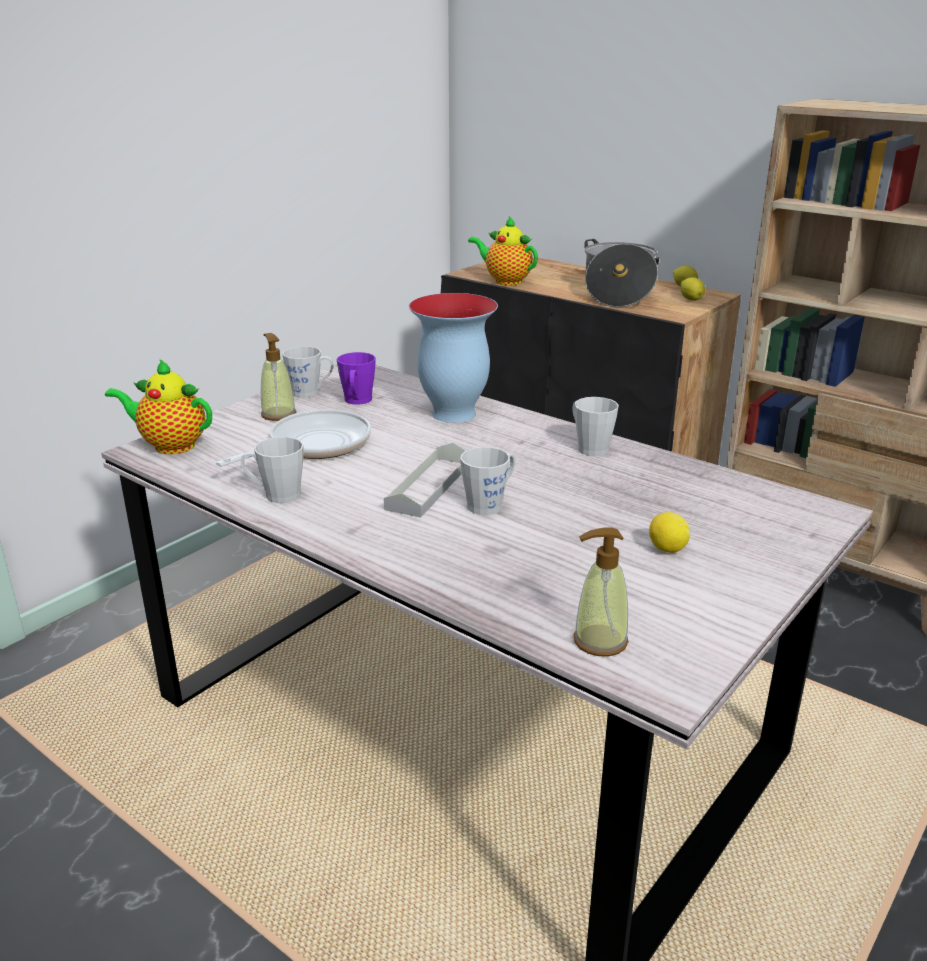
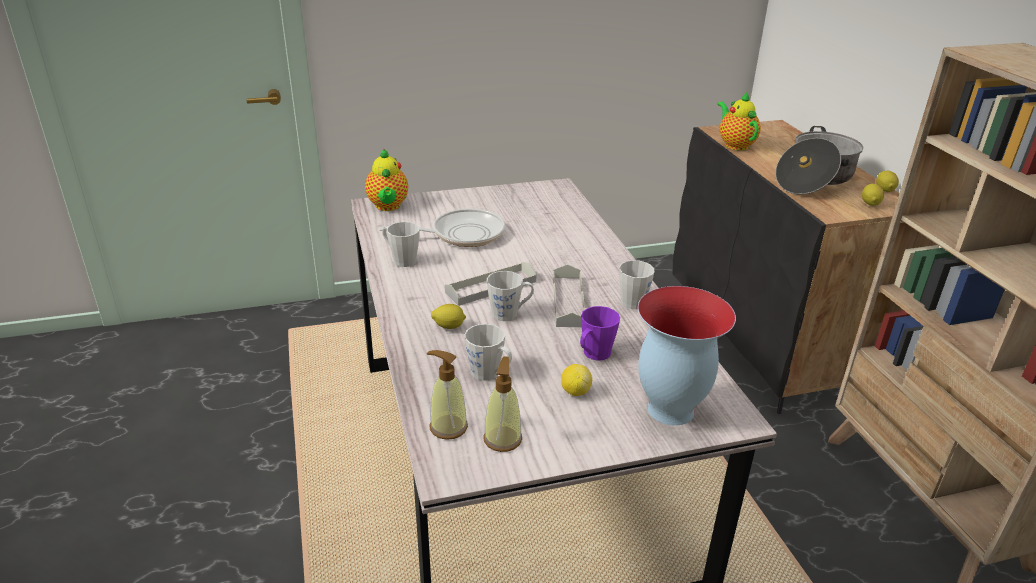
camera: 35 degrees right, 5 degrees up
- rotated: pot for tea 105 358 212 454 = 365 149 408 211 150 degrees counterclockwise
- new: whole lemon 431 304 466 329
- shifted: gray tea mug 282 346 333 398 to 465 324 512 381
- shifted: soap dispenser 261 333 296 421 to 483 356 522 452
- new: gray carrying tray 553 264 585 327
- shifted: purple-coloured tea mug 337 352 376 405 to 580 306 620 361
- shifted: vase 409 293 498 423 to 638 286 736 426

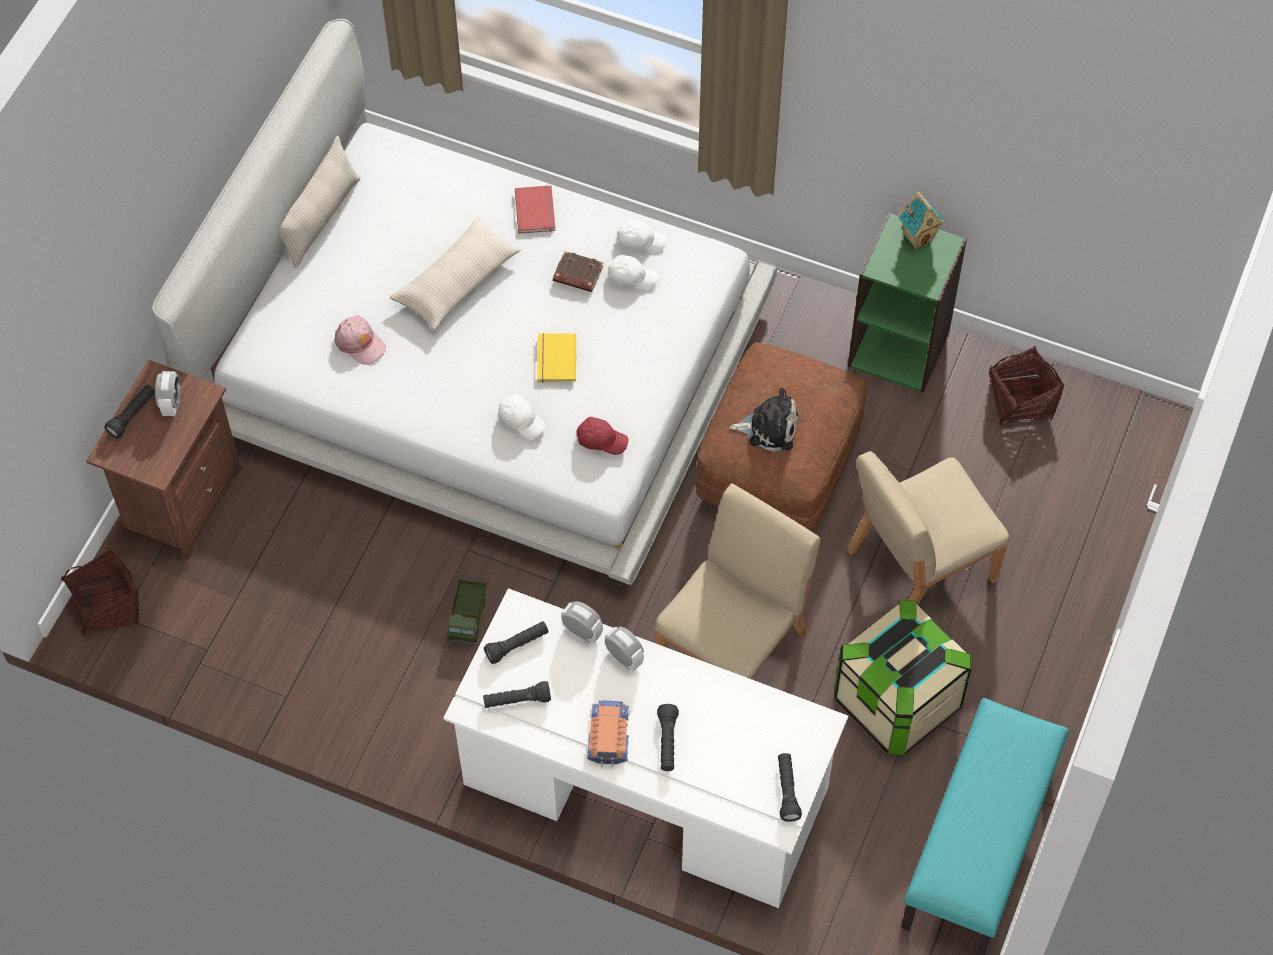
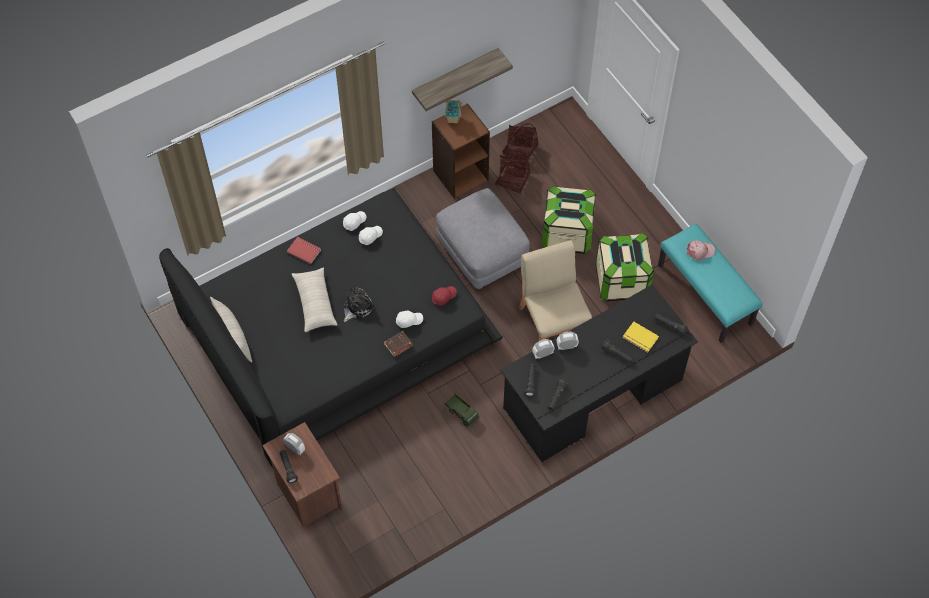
camera: 55 degrees left, 0 degrees up
- repainted: whitish bedroom bed 152 19 777 585 to black bedroom bed 159 188 503 469
- shifted: cuddly toy 730 388 798 452 to 344 287 375 322
- shifted: brown book 553 251 603 292 to 384 331 413 357
- new: wall shelf 412 48 513 111
- repainted: green-coloured bookshelf 848 212 967 393 to brown bookshelf 432 103 490 198
- repainted: brown footrest 696 342 866 532 to gray footrest 436 188 530 289
- shifted: basket 61 549 139 636 to 495 152 530 194
- repainted: whitish desk unit 444 588 848 908 to black desk unit 500 284 698 463
- swapped: beige plain chair 847 451 1010 605 to storage box 542 186 596 254
- shifted: yellow book 537 333 576 383 to 622 322 659 353
- shifted: pink baseball cap 334 316 386 365 to 686 241 715 260
- gone: model truck 587 700 630 768

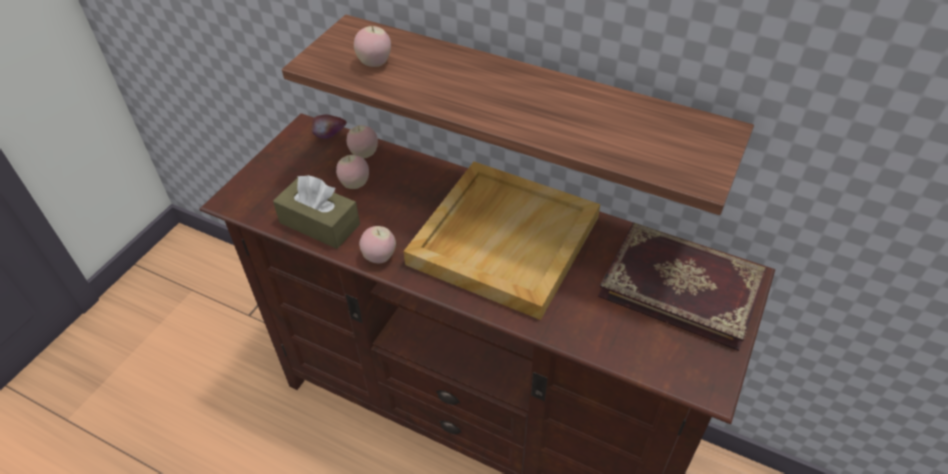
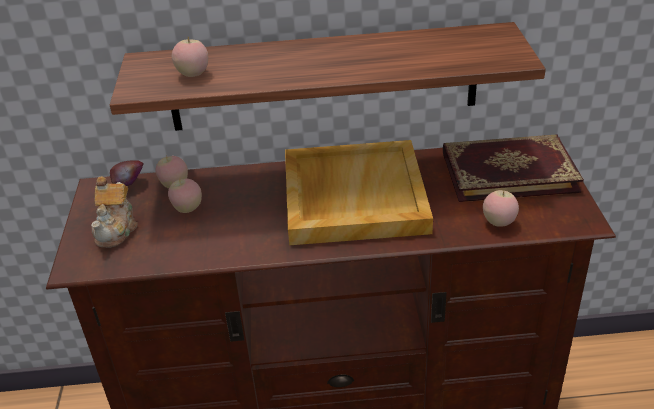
camera: 30 degrees left, 10 degrees down
- new: pot for tea 91 176 138 248
- shifted: apple fruit 359 226 396 263 to 483 190 519 227
- gone: brown tissue holder 273 175 360 249

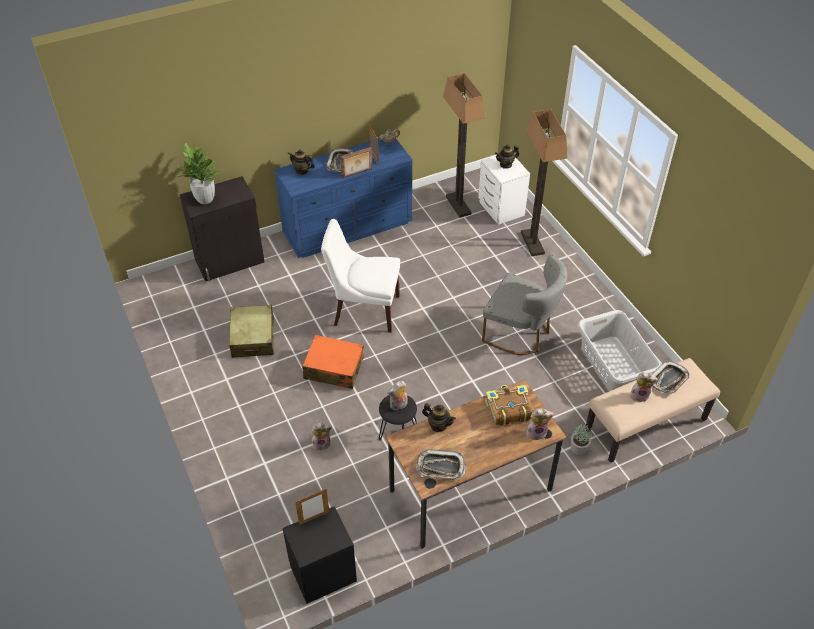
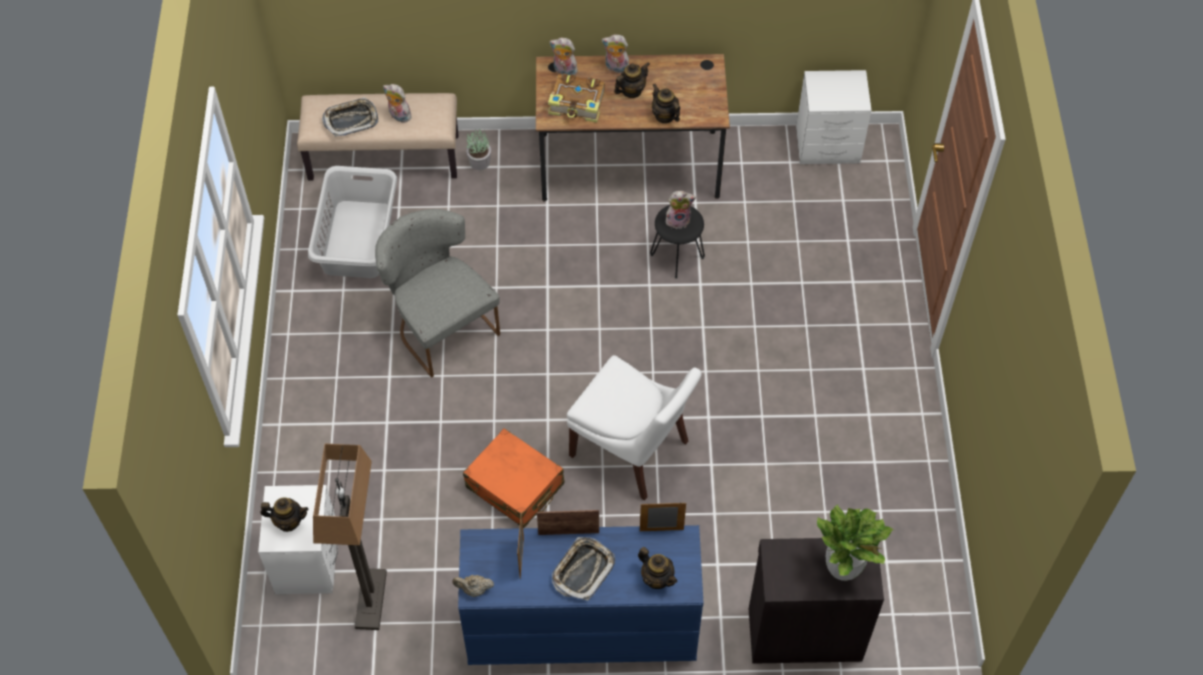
camera: 155 degrees left, 10 degrees up
- shifted: orange piece of luggage 302 335 364 389 to 463 428 565 528
- shifted: cuddly toy 311 423 332 451 to 601 35 629 73
- new: pot for tea 614 62 650 98
- shifted: standing frame 295 489 329 525 to 640 503 686 531
- repainted: black bedside table 282 506 357 604 to whitish bedside table 796 70 872 164
- gone: beige piece of luggage 229 305 275 358
- gone: carrying tray 416 450 466 480
- gone: floor lamp 521 109 567 256

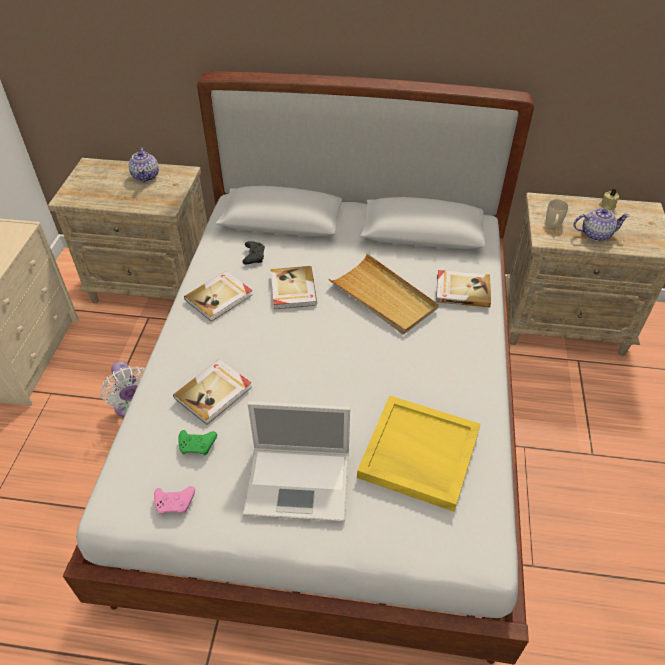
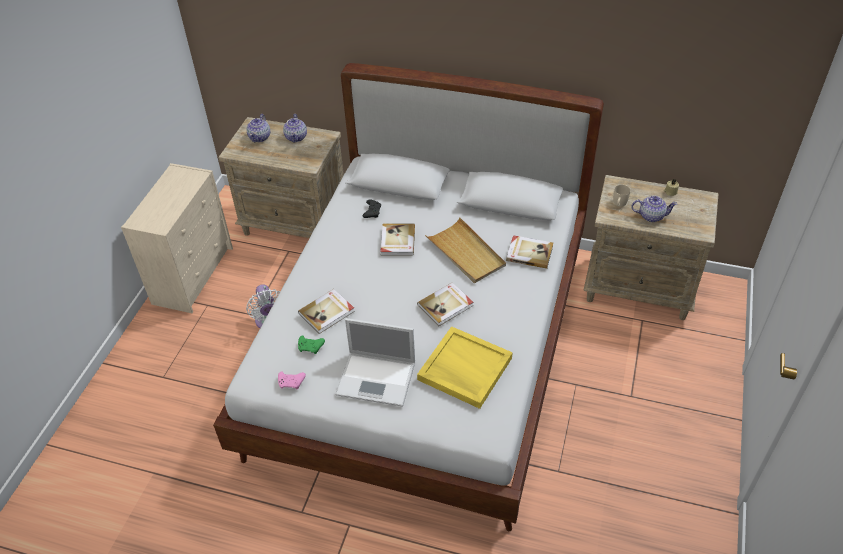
camera: 10 degrees right, 0 degrees up
- new: pot for tea 246 114 270 142
- shifted: book 184 271 253 322 to 417 283 473 326

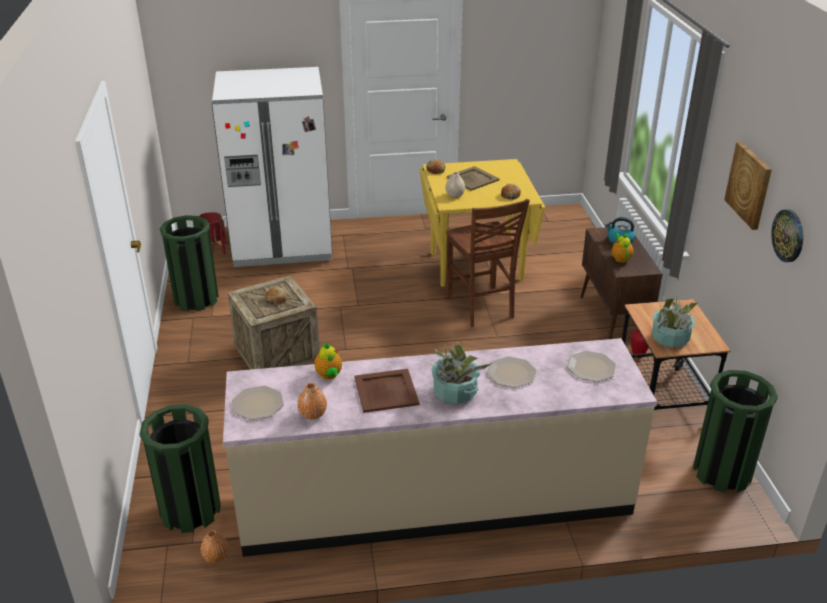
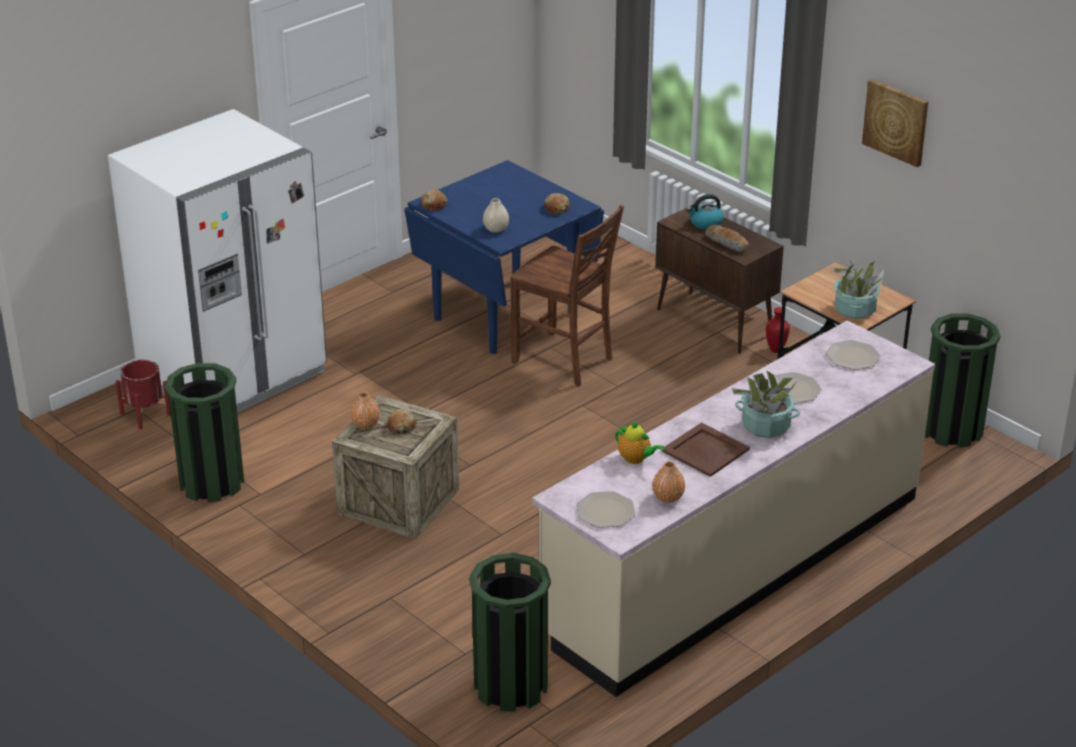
camera: 35 degrees left, 0 degrees up
- shifted: orange vase 201 530 229 563 to 351 392 380 429
- repainted: yellow dinner table 419 159 545 287 to blue-coloured dinner table 404 160 604 354
- swapped: pot for tea 612 233 633 263 to bakery bread 705 225 749 252
- gone: beige carrying tray 447 166 499 191
- gone: clock on the wall 771 209 803 262

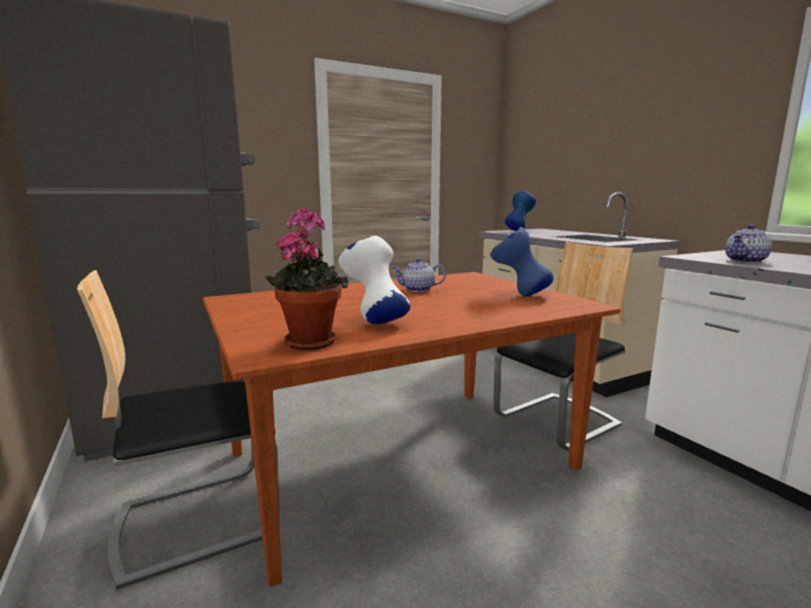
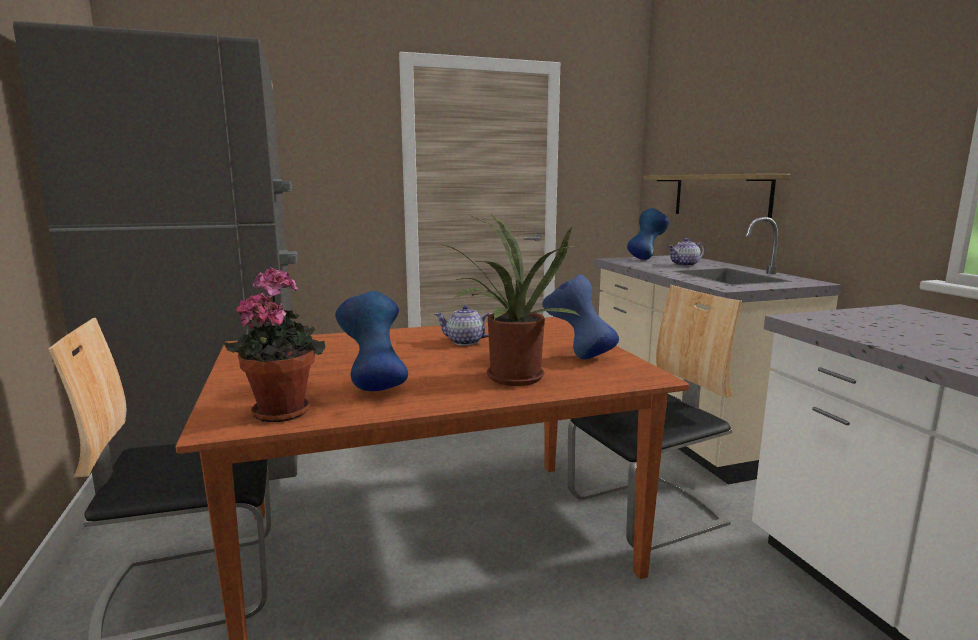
camera: 10 degrees right, 0 degrees up
- repainted: whitish vase 338 236 411 324 to blue-coloured vase 335 291 408 391
- new: potted plant 444 215 582 386
- new: wall shelf 643 174 790 219
- shifted: pot for tea 725 225 772 263 to 668 238 705 266

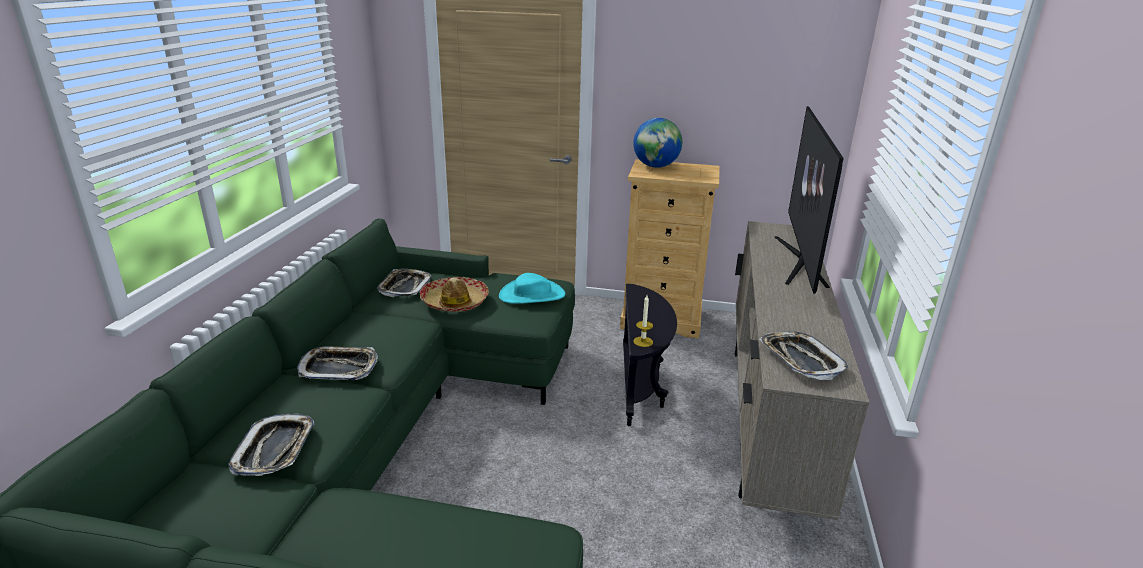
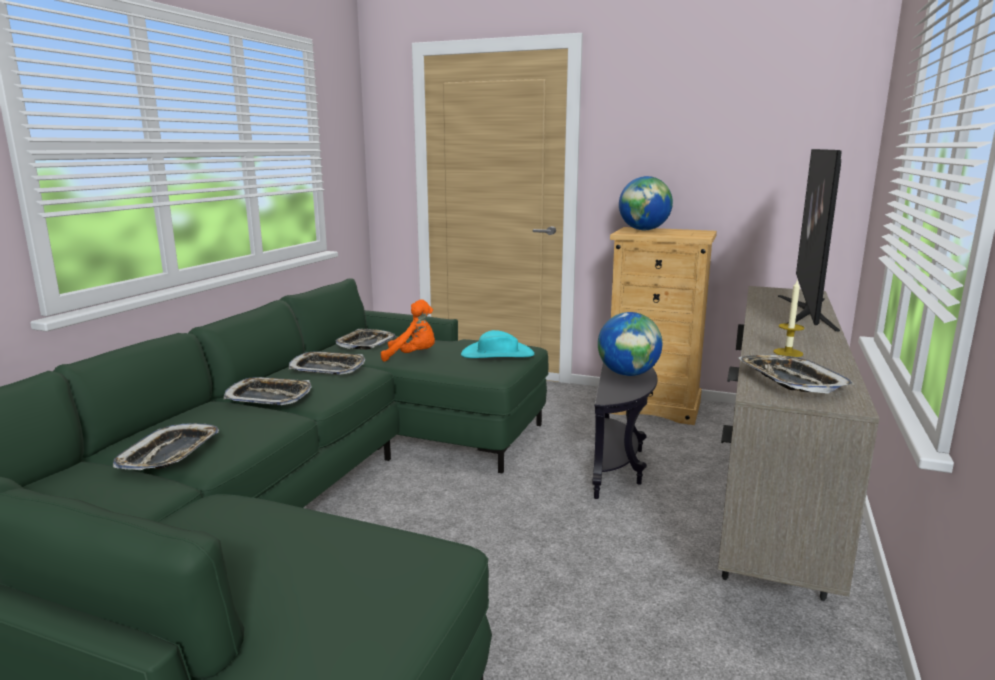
camera: 10 degrees right, 10 degrees down
- new: carrying tray 289 351 365 374
- swapped: clothing hat 420 277 489 312 to orange cuddly toy 381 299 435 362
- new: world globe 598 312 662 376
- shifted: candle 633 296 653 347 to 773 279 804 357

